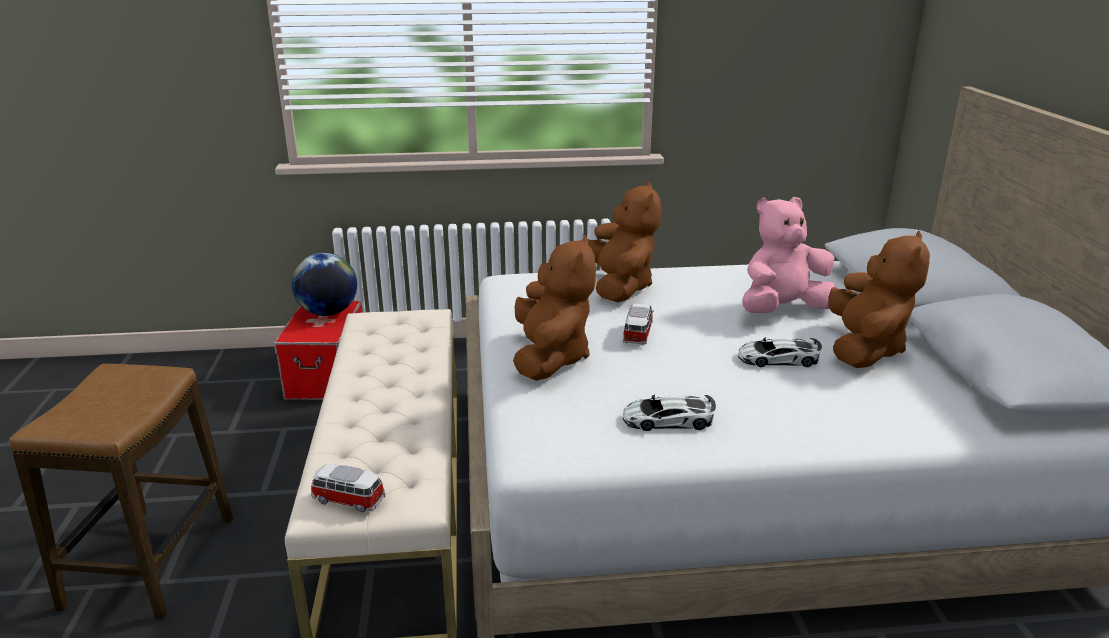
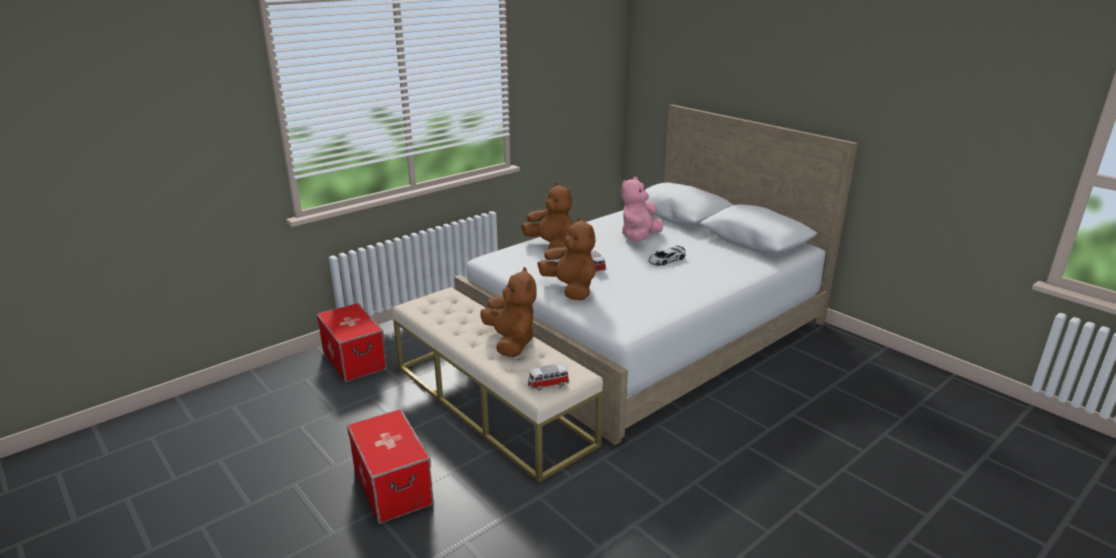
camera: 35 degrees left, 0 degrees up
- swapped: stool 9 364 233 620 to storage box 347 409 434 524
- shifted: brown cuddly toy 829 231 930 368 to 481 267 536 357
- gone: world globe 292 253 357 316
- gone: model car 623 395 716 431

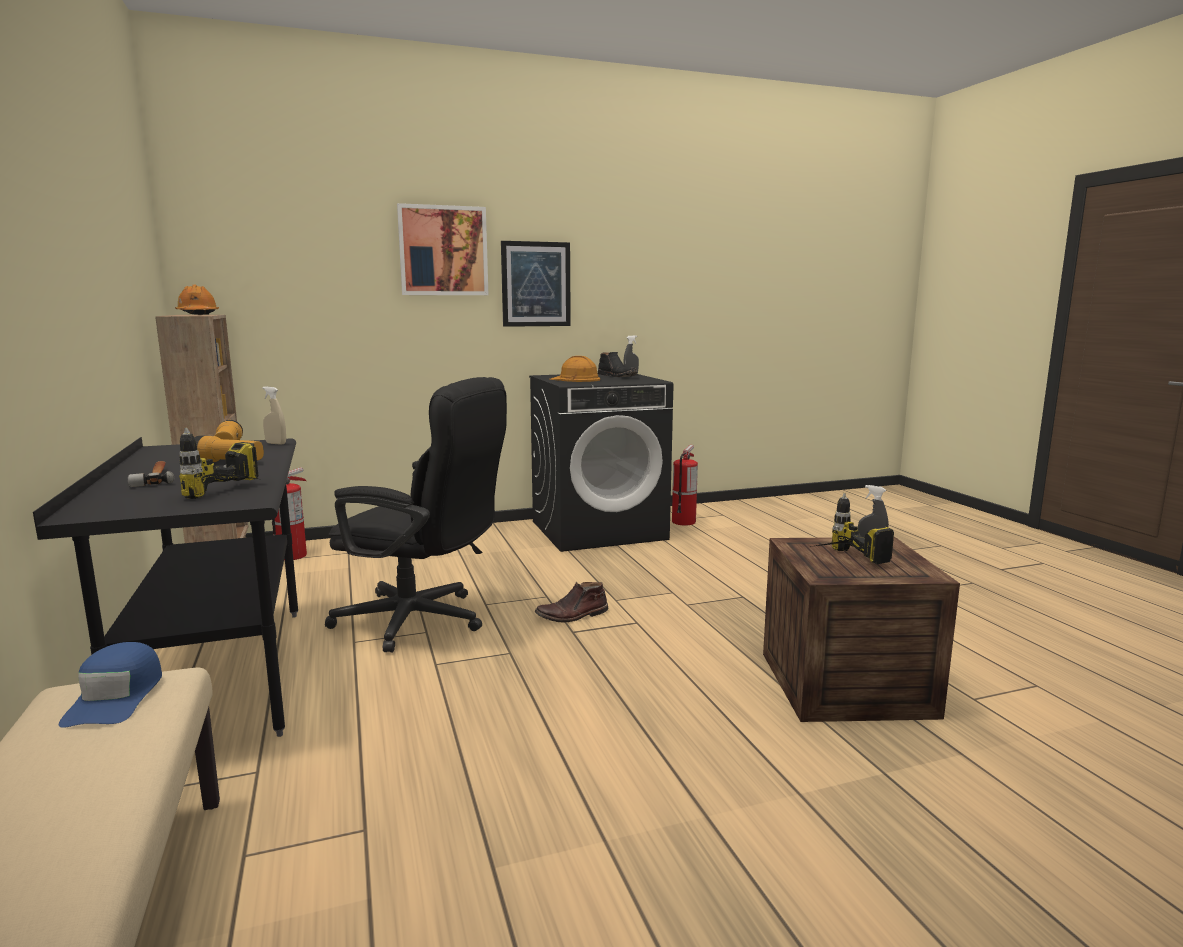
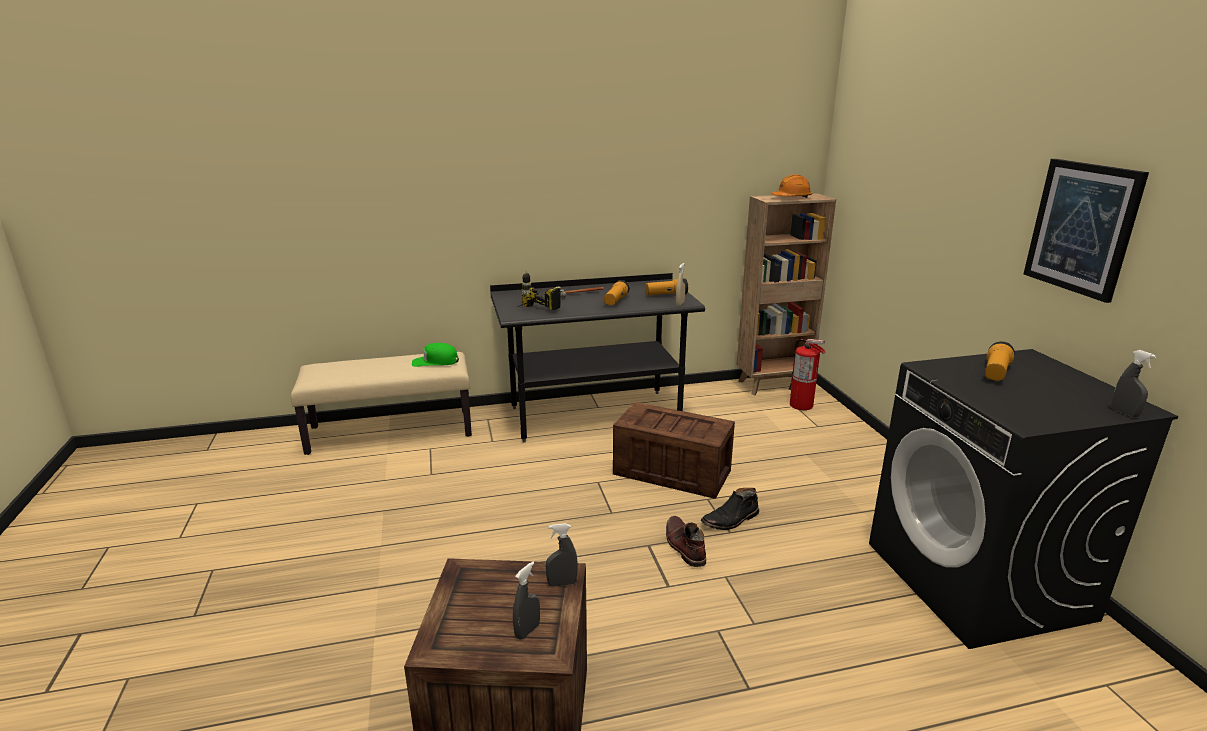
camera: 95 degrees right, 10 degrees up
- repainted: blue-coloured baseball cap 59 642 162 728 to green-coloured baseball cap 412 343 459 367
- new: gray sprayer 546 523 578 587
- swapped: black computer chair 325 377 507 652 to packing crate 613 402 735 499
- shifted: black tall boot 598 352 637 377 to 701 488 759 530
- swapped: orange hard hat 550 356 600 382 to flashlight 985 341 1015 381
- gone: wall art 397 203 488 295
- gone: fire extinguisher 672 445 698 525
- gone: power drill 810 493 894 564

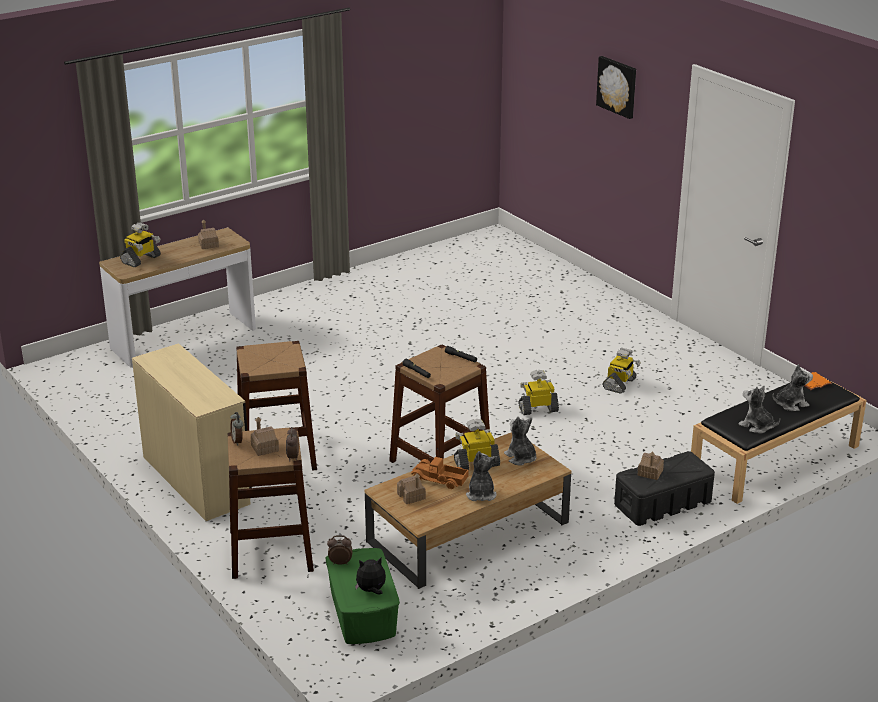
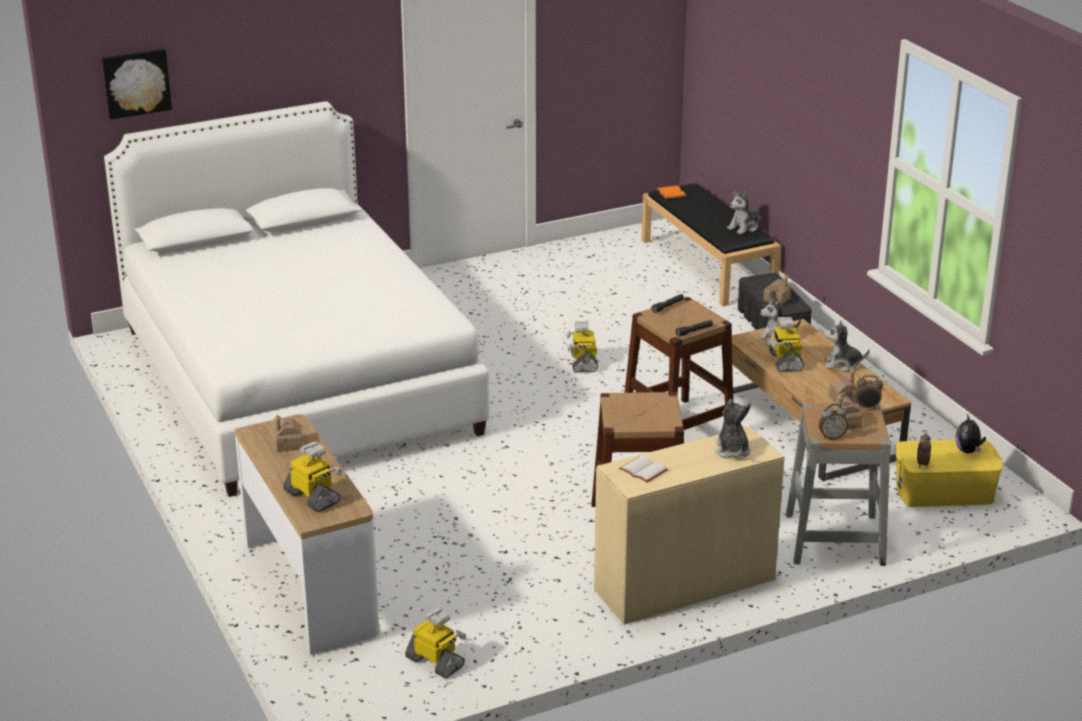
camera: 80 degrees left, 0 degrees up
- shifted: wall art 596 56 636 119 to 102 49 172 119
- new: whitish bedroom bed 104 101 489 497
- shifted: model robot 602 348 641 393 to 405 608 466 678
- new: whitish book 619 455 668 483
- shifted: cuddly toy 773 364 813 411 to 715 399 751 458
- repainted: brown stool 228 427 314 579 to gray stool 786 403 891 566
- repainted: green-coloured storage box 325 548 400 644 to yellow storage box 895 439 1003 507
- gone: model truck 411 457 469 489

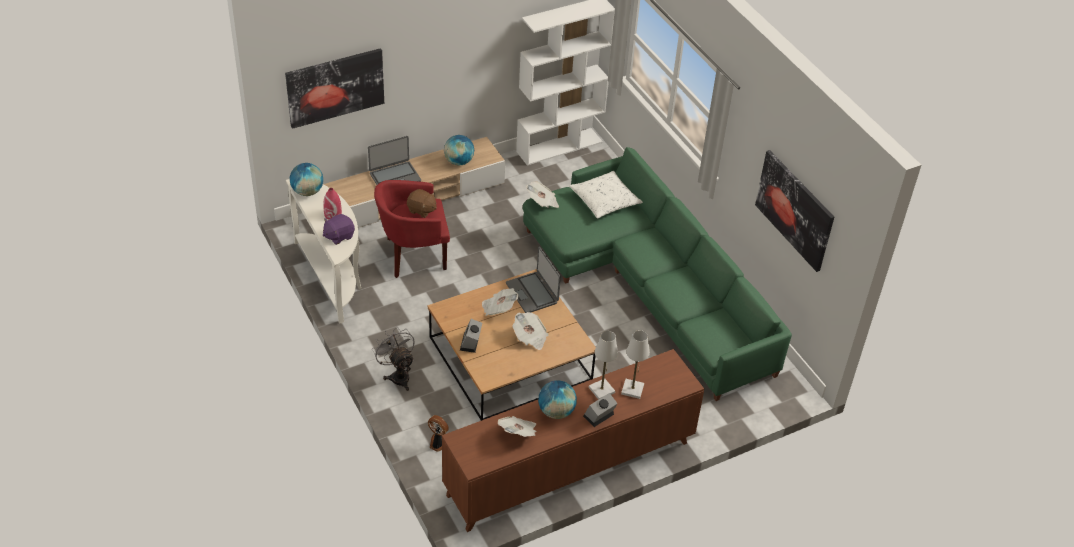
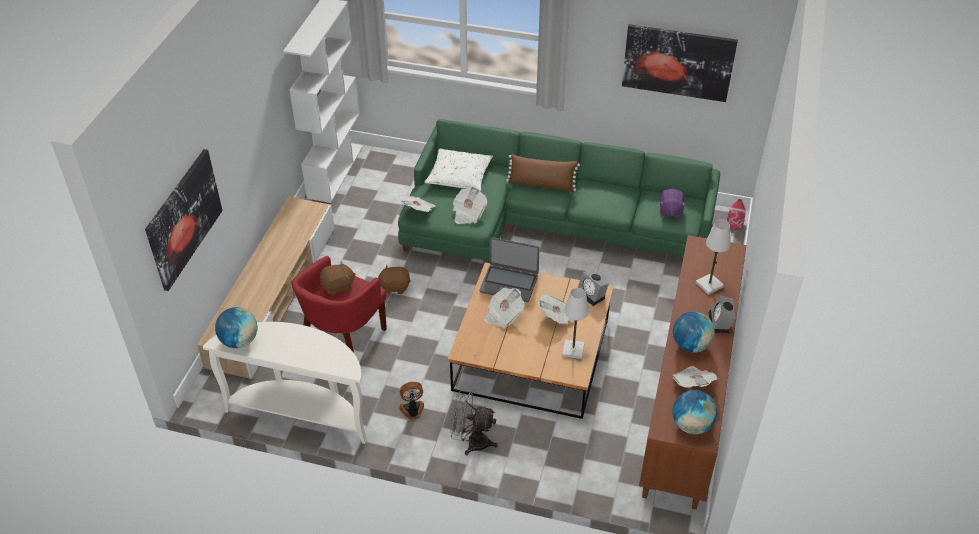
camera: 45 degrees left, 0 degrees up
- new: brown cuddly toy 378 265 410 294
- shifted: cooling fan 428 415 449 452 to 399 382 424 420
- new: daily paper 453 186 487 224
- new: brown pillow 506 154 580 192
- shifted: whitish tabletop lamp 589 331 618 400 to 562 288 589 359
- shifted: table clock 460 319 482 353 to 578 270 609 306
- shifted: purple-coloured cuddly toy 323 214 355 245 to 660 189 686 218
- shifted: world globe 444 135 474 165 to 672 390 717 434
- shifted: red vase 323 188 342 219 to 727 199 745 230
- gone: laptop 368 136 421 185

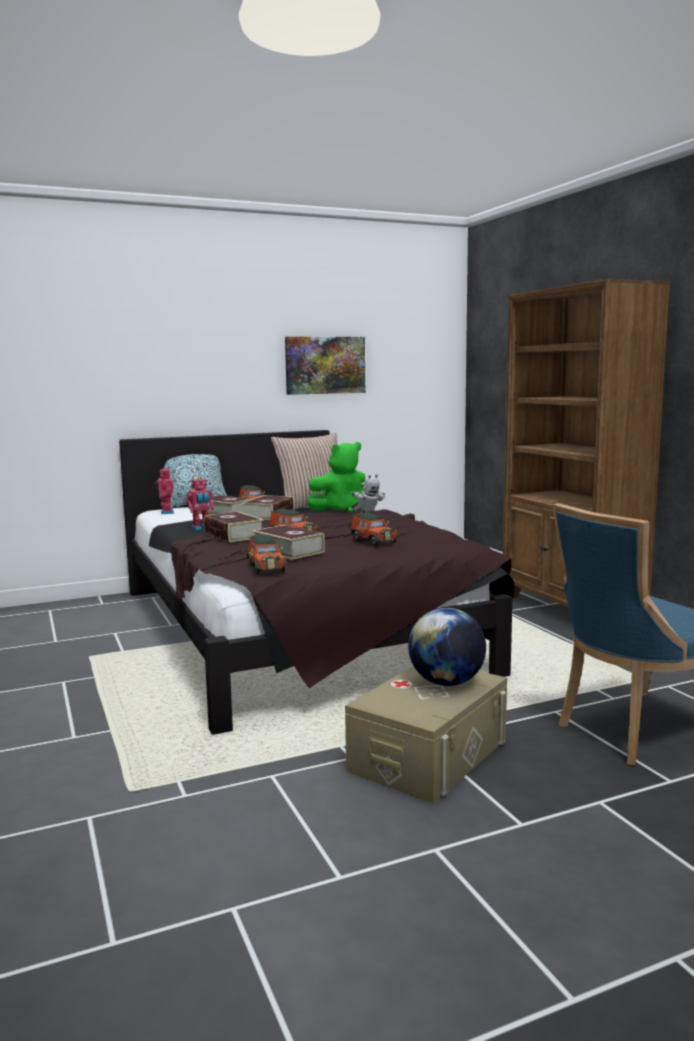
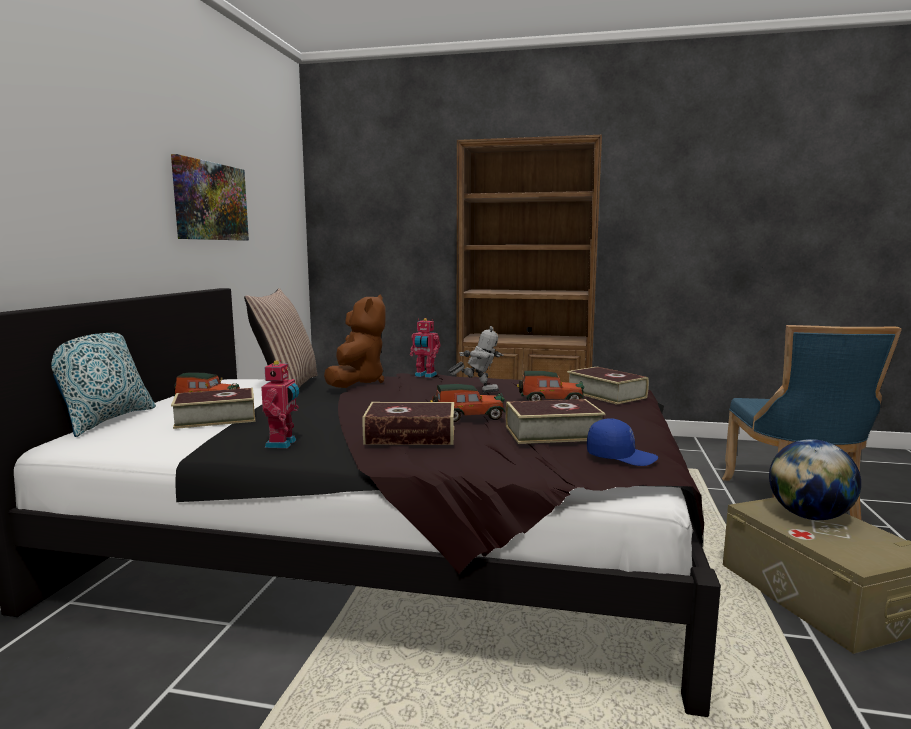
camera: 55 degrees left, 0 degrees up
- repainted: green-coloured cuddly toy 307 442 366 513 to brown cuddly toy 324 295 386 388
- shifted: model robot 156 467 174 514 to 410 318 441 378
- shifted: book 241 495 294 520 to 567 367 649 405
- swapped: model car 247 535 288 574 to blue-coloured baseball cap 587 418 658 466

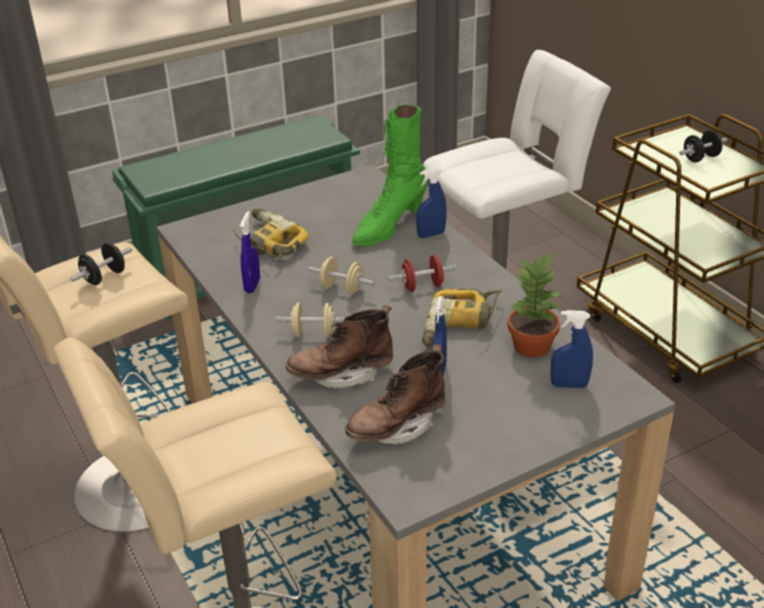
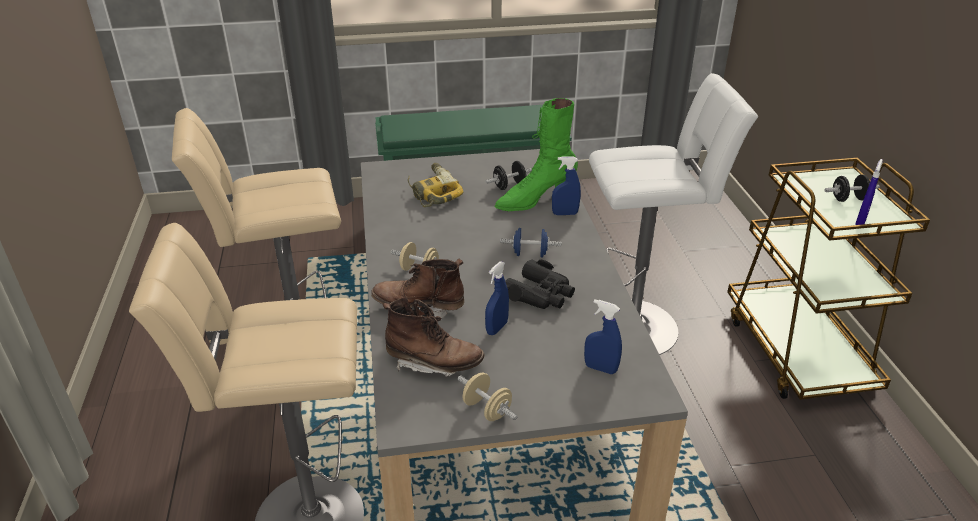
camera: 20 degrees right, 0 degrees up
- rotated: brown tall boot 345 345 446 444 = 383 297 485 377 150 degrees counterclockwise
- shifted: beige free weight 309 257 374 294 to 458 373 518 421
- shifted: black free weight 70 242 132 285 to 485 161 532 190
- repainted: red free weight 388 255 457 292 to blue-coloured free weight 500 228 562 258
- swapped: power drill 422 289 502 346 to black binoculars 505 259 575 309
- shifted: blue-coloured sprayer 240 211 260 293 to 855 159 883 225
- gone: potted plant 507 253 562 357

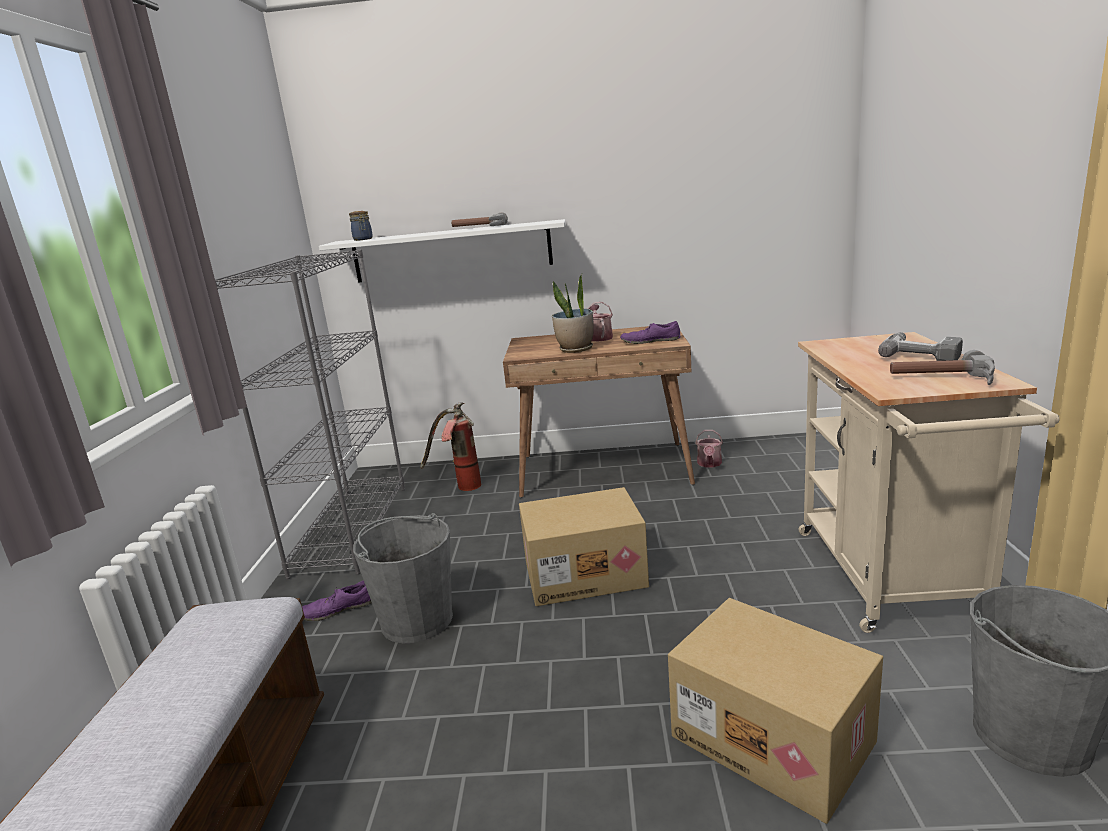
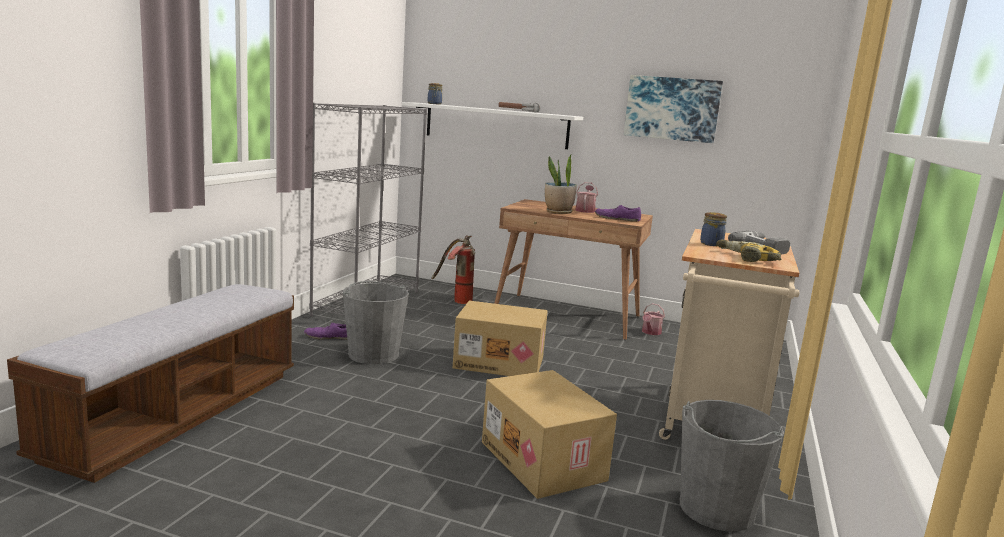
camera: 15 degrees right, 5 degrees down
- new: wall art 624 75 723 143
- new: preserve jar 700 212 727 246
- swapped: hammer 890 350 995 385 to power drill 716 239 781 262

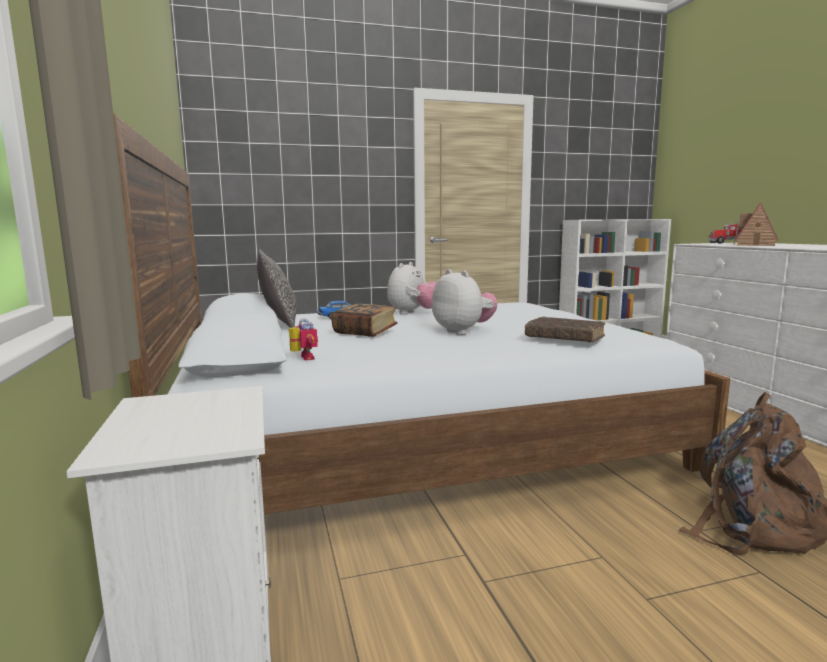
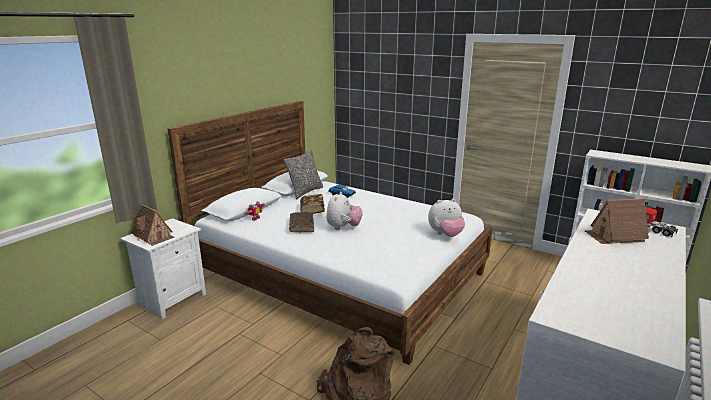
camera: 50 degrees right, 10 degrees up
- new: toy house 131 204 175 246
- shifted: brown book 525 317 605 342 to 289 212 314 232
- shifted: cuddly toy 387 262 437 315 to 428 199 465 237

